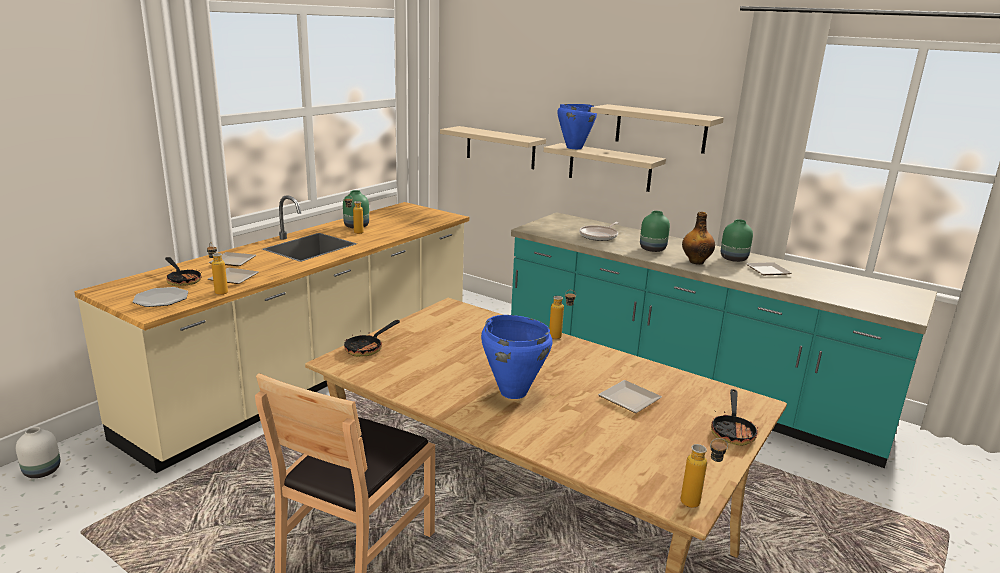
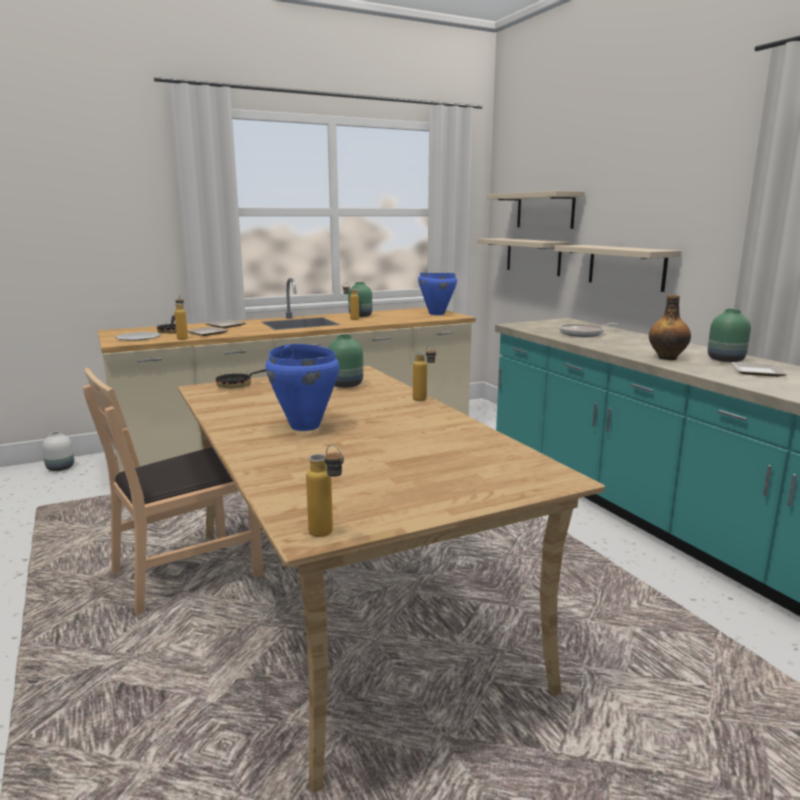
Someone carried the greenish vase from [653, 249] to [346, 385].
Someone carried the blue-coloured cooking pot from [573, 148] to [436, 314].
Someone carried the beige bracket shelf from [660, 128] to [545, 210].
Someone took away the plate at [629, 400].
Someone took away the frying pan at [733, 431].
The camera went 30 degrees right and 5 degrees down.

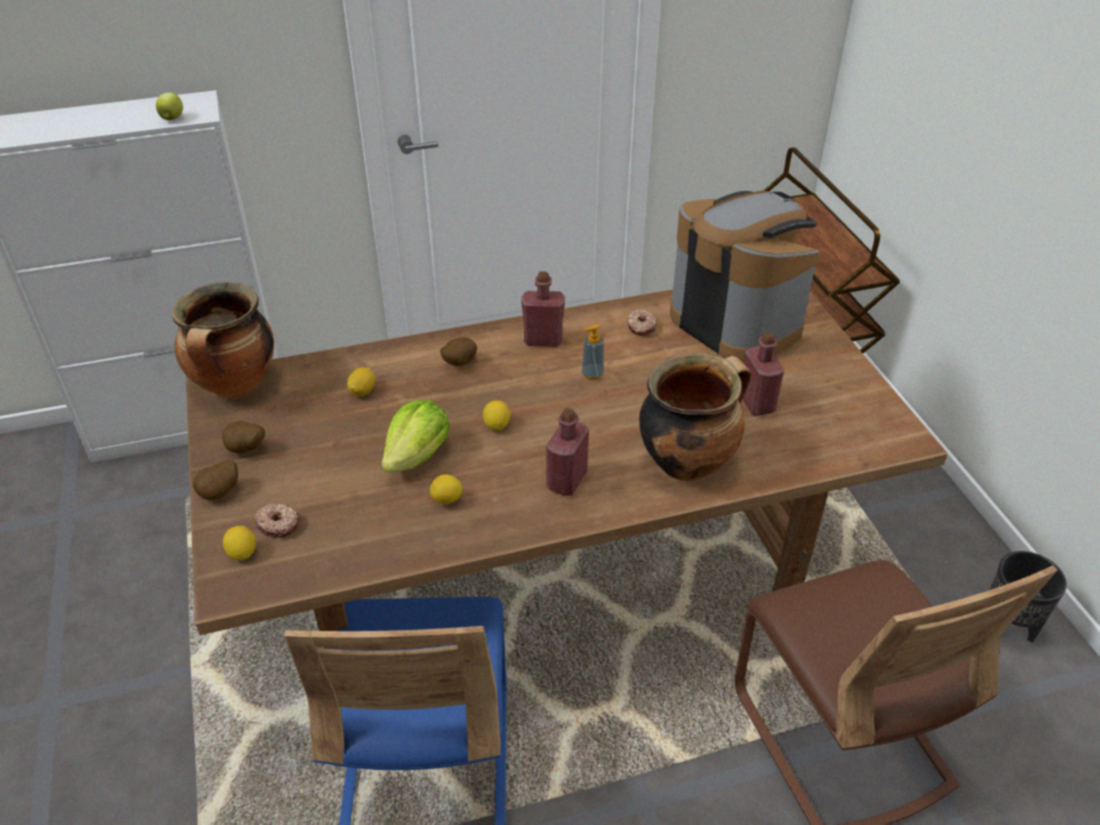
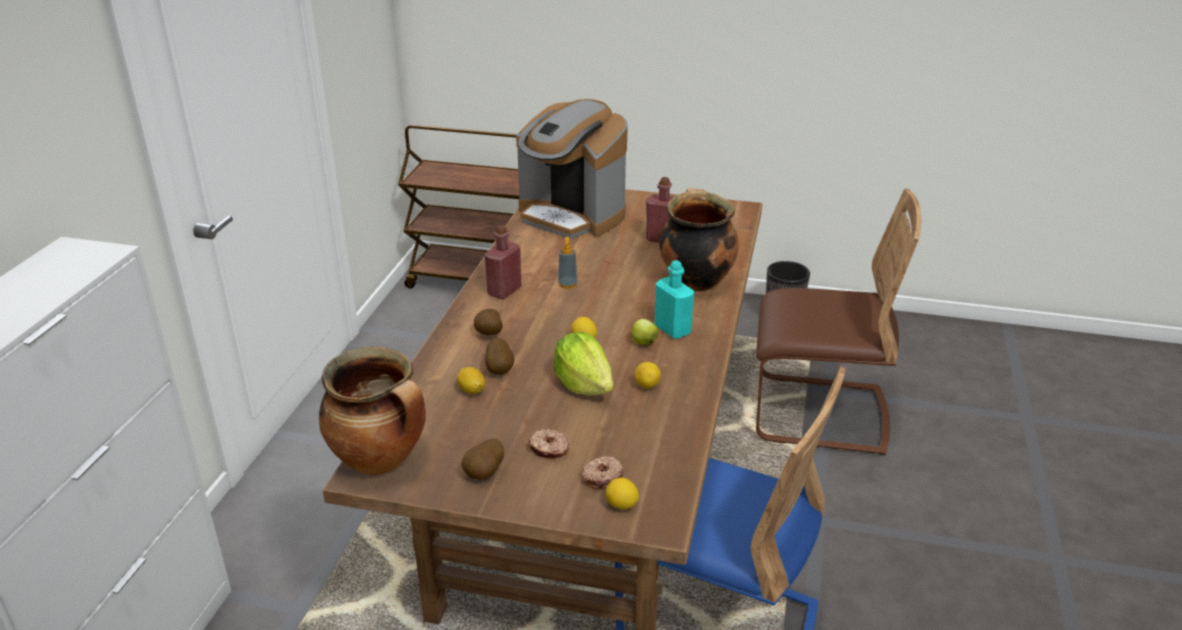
Someone carried the potato from [221, 494] to [500, 370].
Someone rotated the coffee brewer at [735, 321] by 135 degrees counterclockwise.
Someone carried the donut from [641, 327] to [549, 449].
Someone carried the apple from [172, 118] to [643, 342].
Someone repainted the red-coloured drink bottle at [567, 481], which became the blue-green drink bottle at [672, 330].
The camera went 60 degrees left and 10 degrees down.

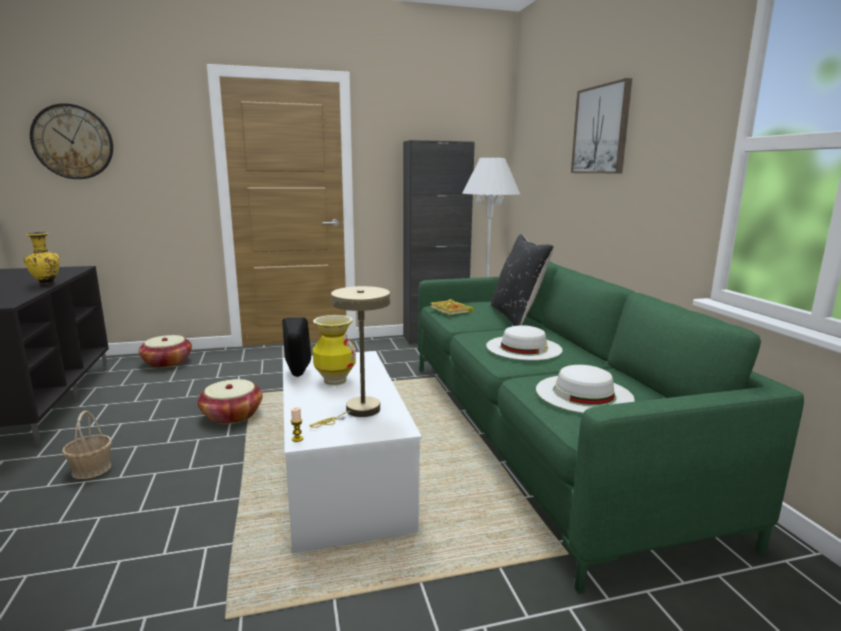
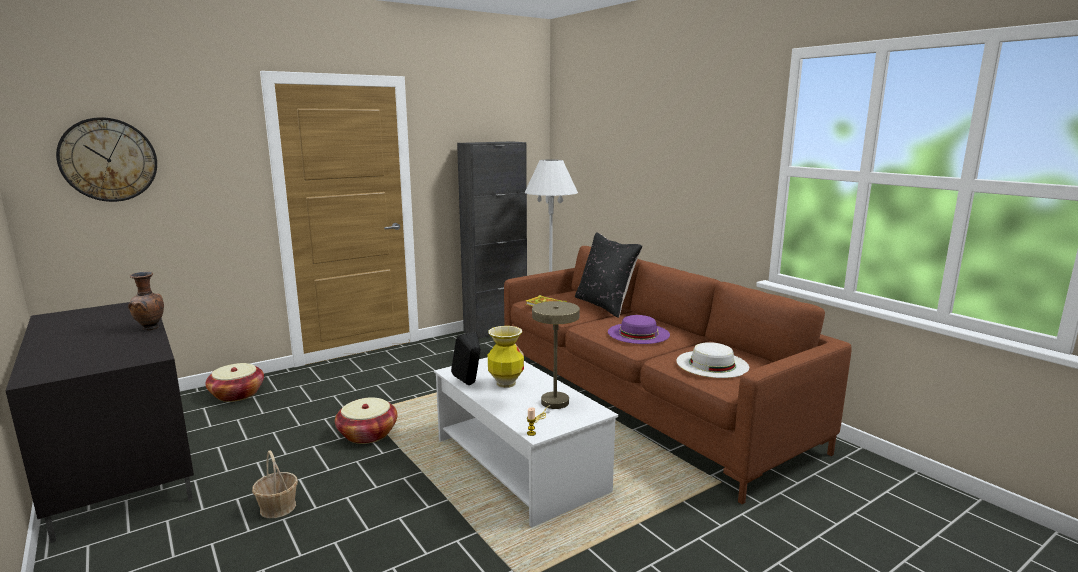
Someone repainted the yellowish vase at [46, 285], which became the brown vase at [151, 328].
Someone repainted the greenish settee at [537, 433], which became the brown settee at [643, 402].
Someone repainted the white wearable hat at [524, 347], which became the purplish wearable hat at [638, 333].
Someone took away the wall picture at [601, 130].
The camera went 20 degrees left and 0 degrees up.

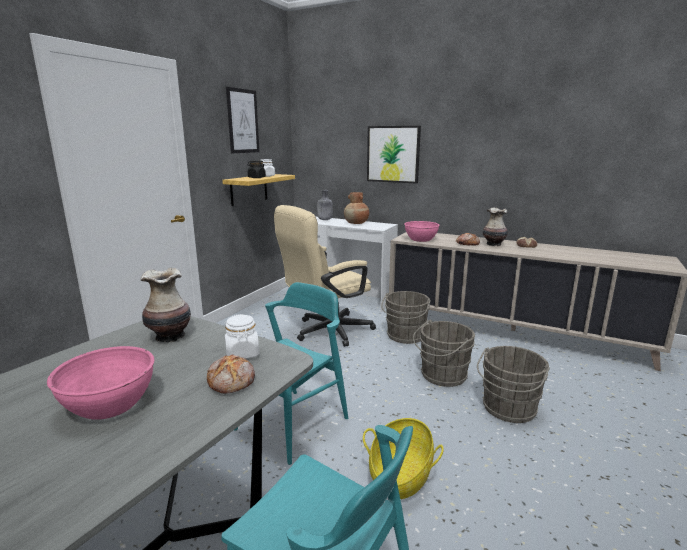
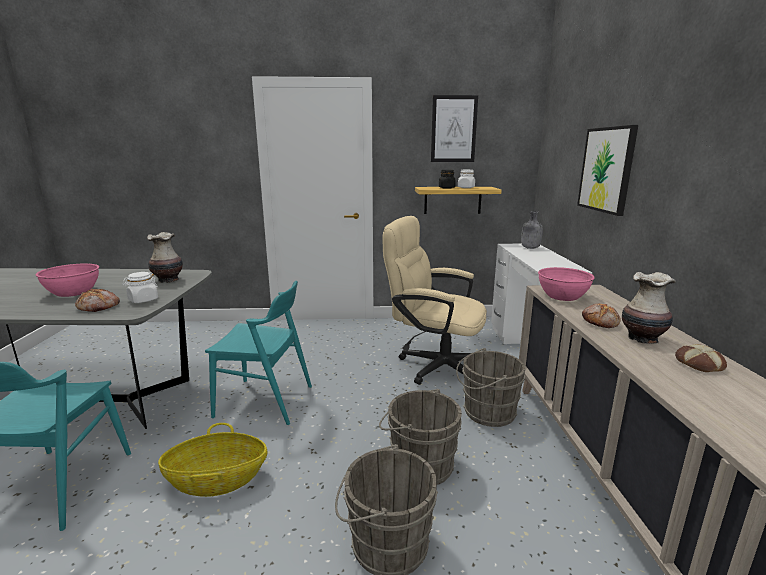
Someone took away the brown vase at [356, 223].
The camera went 60 degrees right and 0 degrees up.

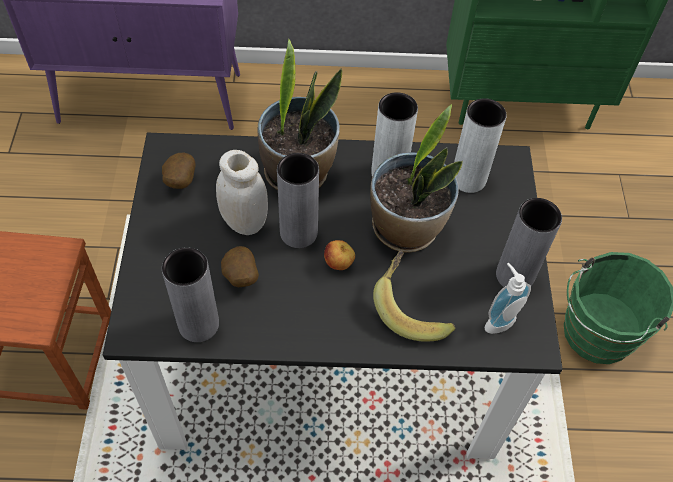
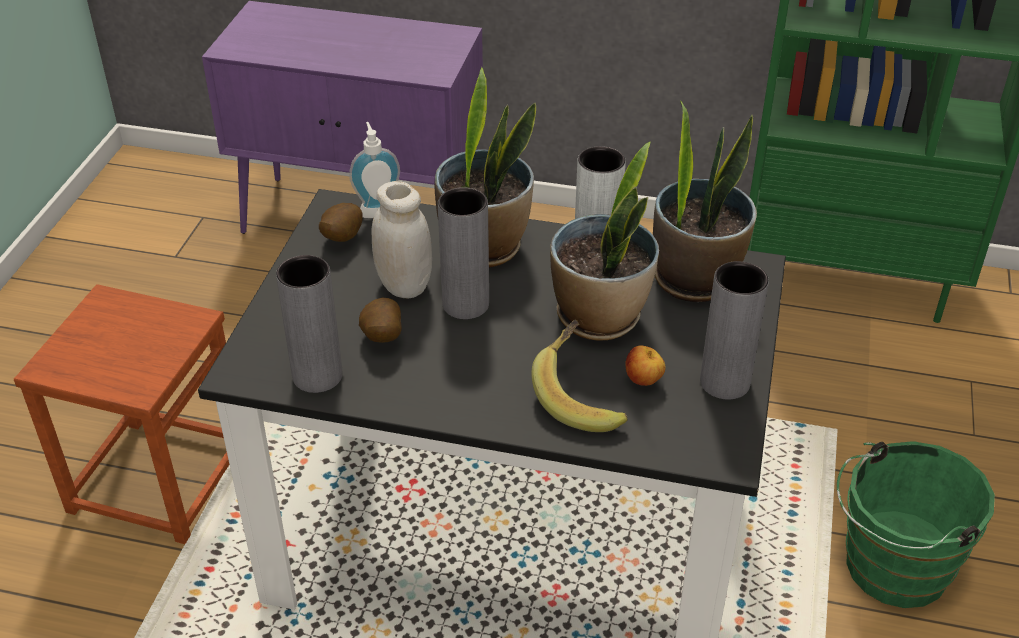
Someone carried the soap dispenser from [497, 320] to [377, 209].
Someone carried the apple from [339, 264] to [643, 381].
Someone swapped the greyish vase at [468, 179] for the houseplant at [695, 278].
The camera went 15 degrees right and 15 degrees down.

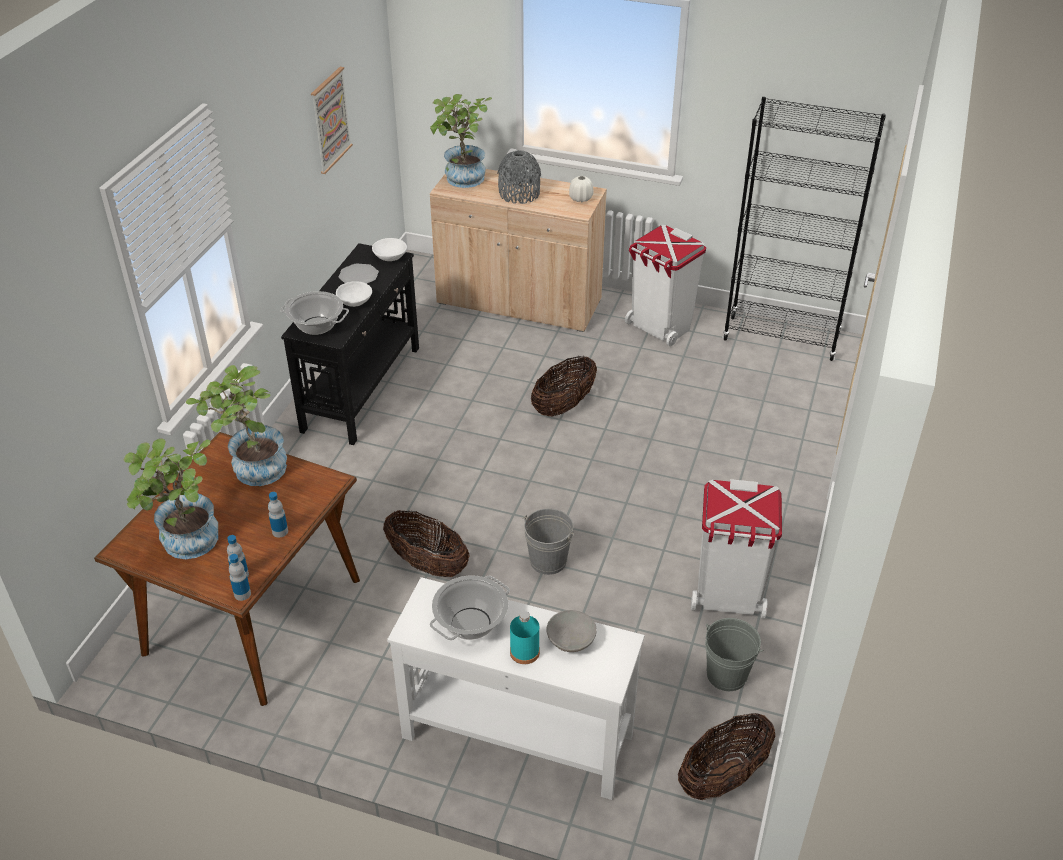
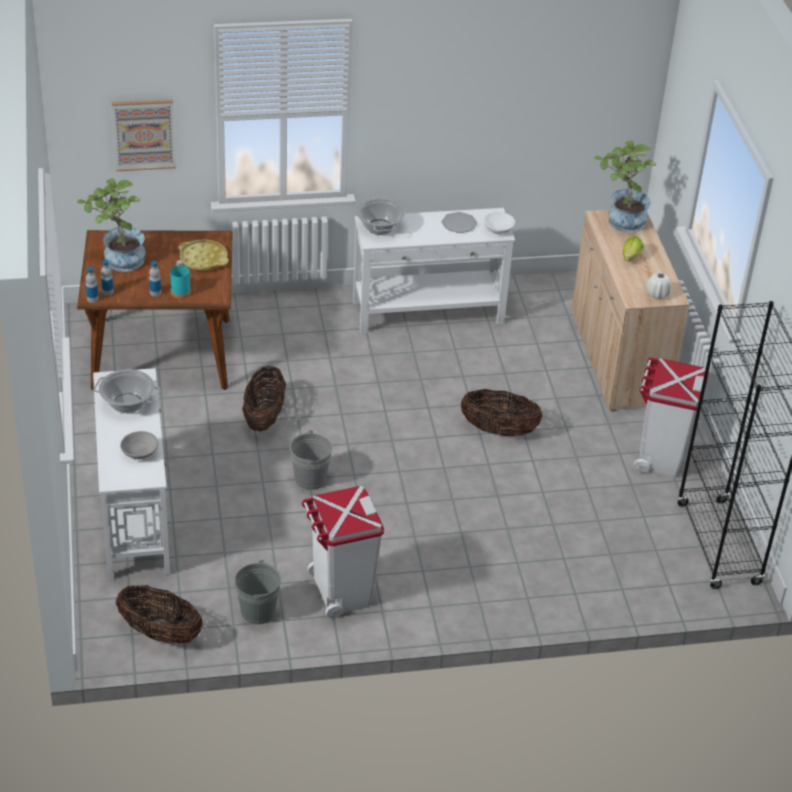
Someone carried the wall picture from [330, 120] to [144, 134].
Someone carried the blue-green drink bottle from [524, 652] to [180, 292].
Someone swapped the houseplant at [252, 470] for the yellowish tray at [203, 259].
Someone repainted the blackish narrow table at [363, 388], which became the white narrow table at [429, 313].
Someone swapped the greyish vase at [519, 194] for the lettuce head at [630, 258].
Someone took away the white serving bowl at [355, 302].
The camera went 60 degrees right and 0 degrees up.

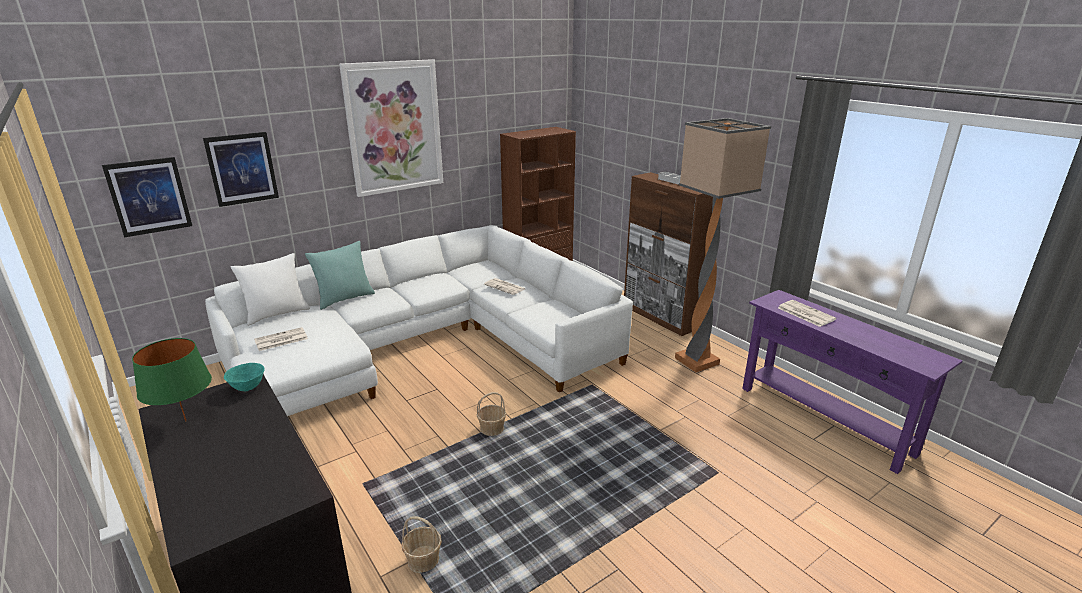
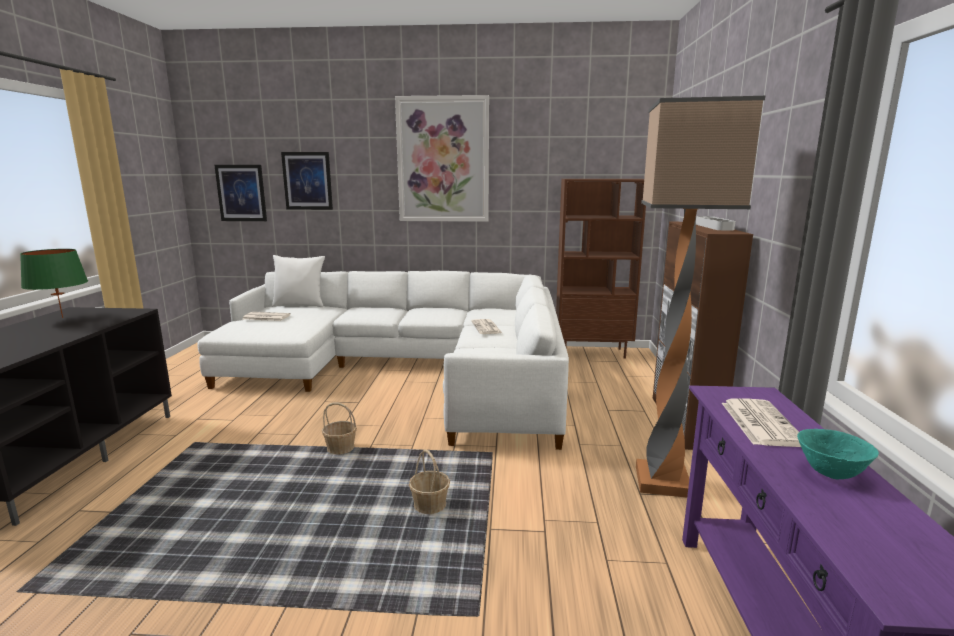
Someone carried the storage basket from [423, 560] to [430, 505].
Someone carried the blue-green serving bowl from [247, 387] to [830, 473].
Someone took away the blue-green cushion at [344, 299].
The camera went 40 degrees right and 10 degrees down.

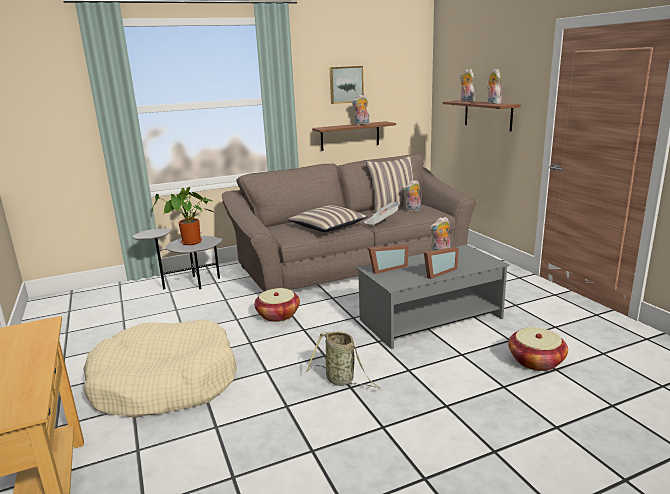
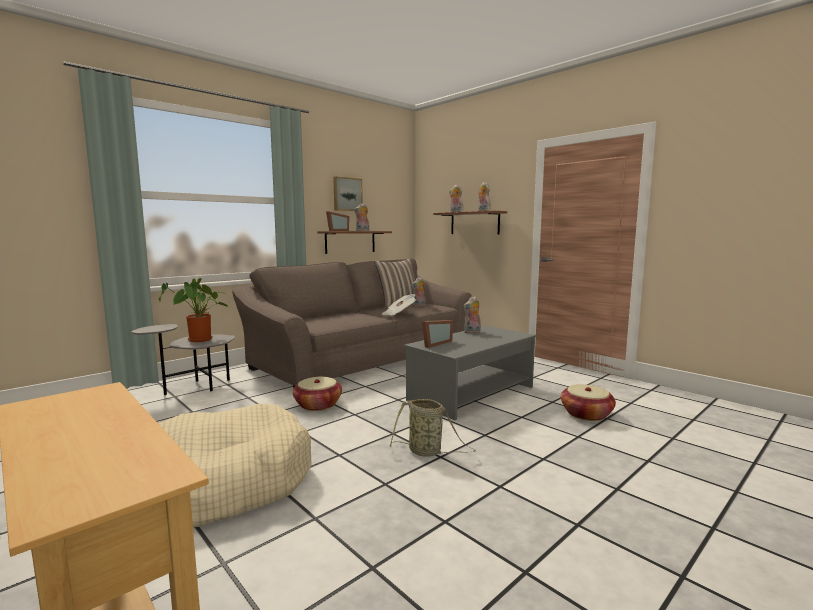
Someone carried the photo frame from [437, 272] to [336, 231].
Someone took away the cushion at [328, 226].
The camera went 20 degrees left and 10 degrees down.

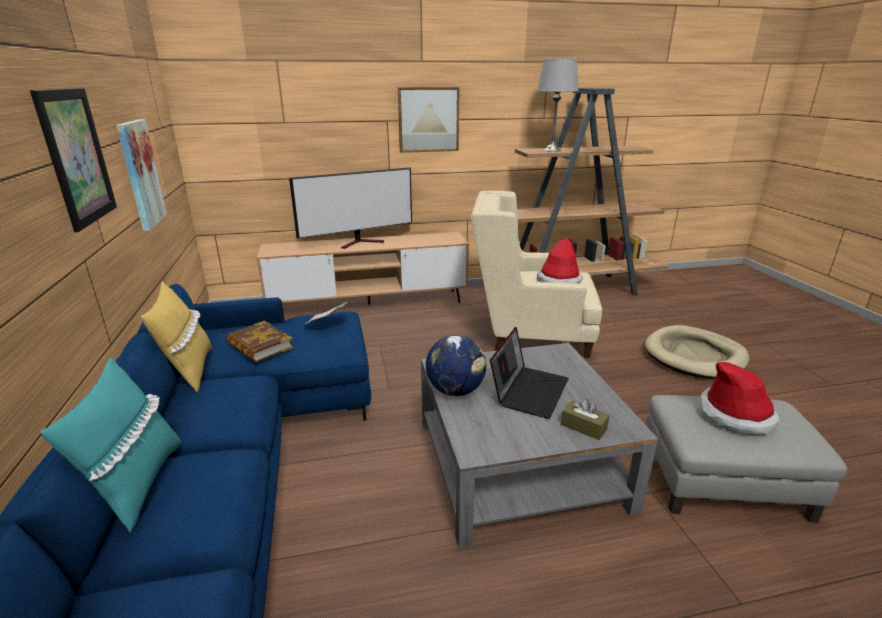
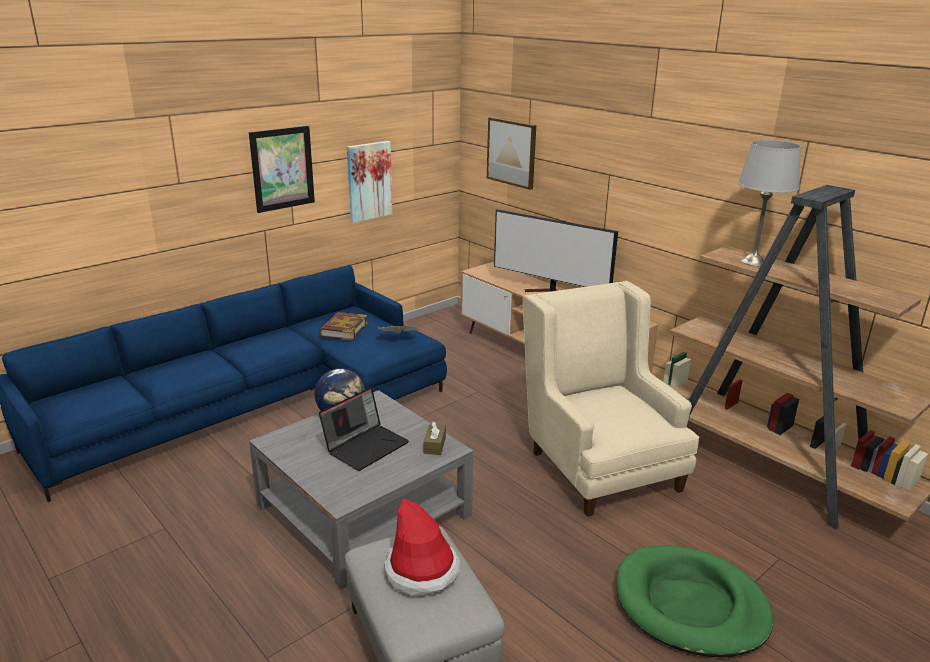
Someone rotated the notebook computer at [528, 390] by 45 degrees counterclockwise.
Someone carried the brown tissue holder from [583, 427] to [434, 445].
Someone carried the wall picture from [428, 119] to [512, 152].
Someone repainted the beige dog bed at [694, 356], which became the greenish dog bed at [690, 605].
Someone took away the blue-green cushion at [137, 485].
Someone took away the yellowish cushion at [189, 371].
Someone took away the wearable hat at [559, 281].
The camera went 60 degrees right and 0 degrees up.

